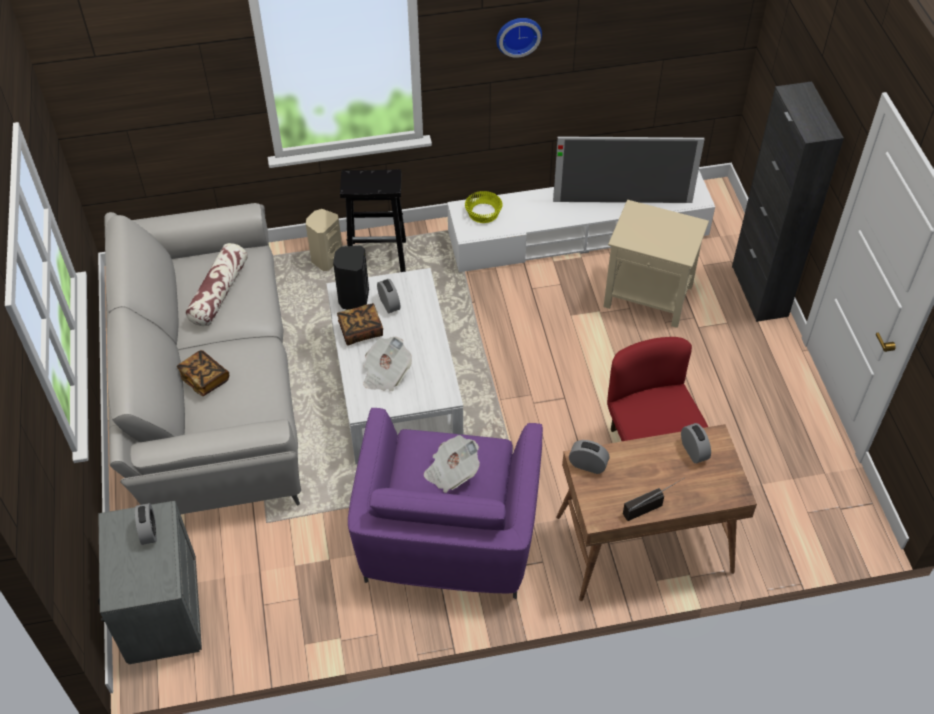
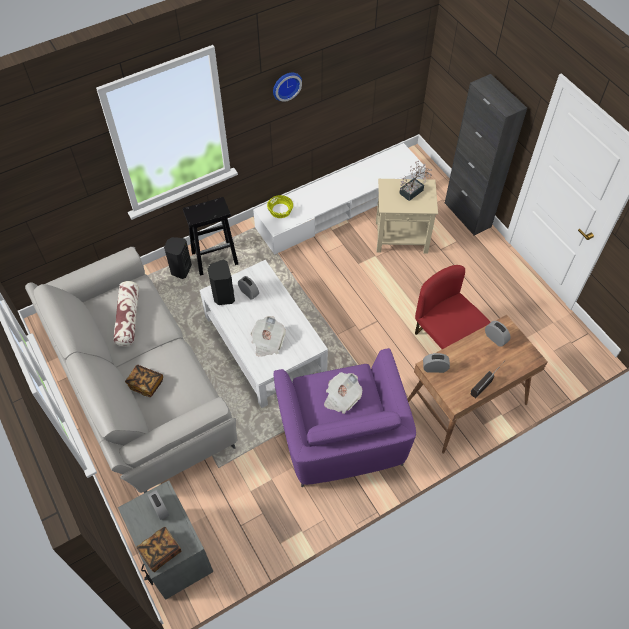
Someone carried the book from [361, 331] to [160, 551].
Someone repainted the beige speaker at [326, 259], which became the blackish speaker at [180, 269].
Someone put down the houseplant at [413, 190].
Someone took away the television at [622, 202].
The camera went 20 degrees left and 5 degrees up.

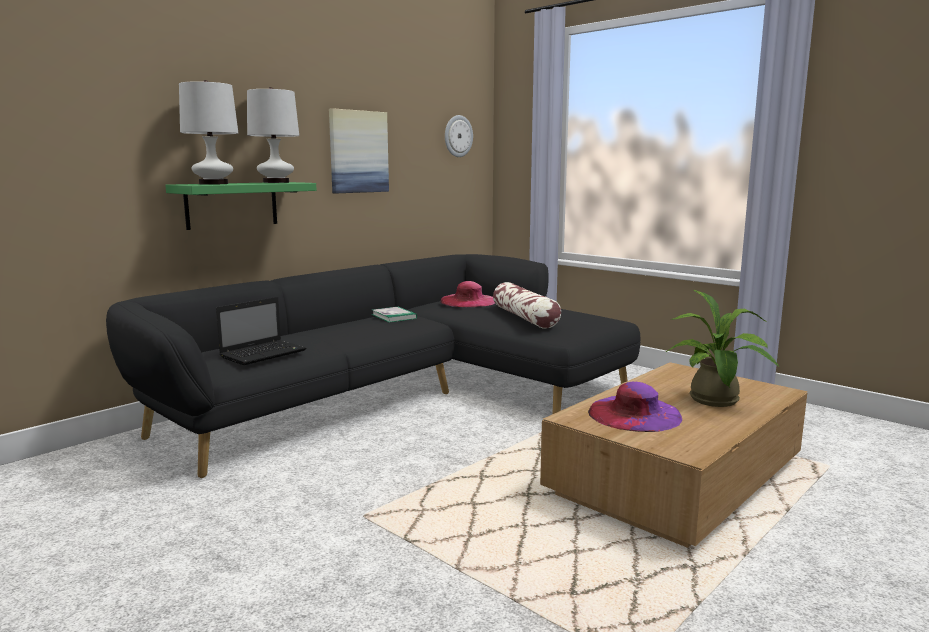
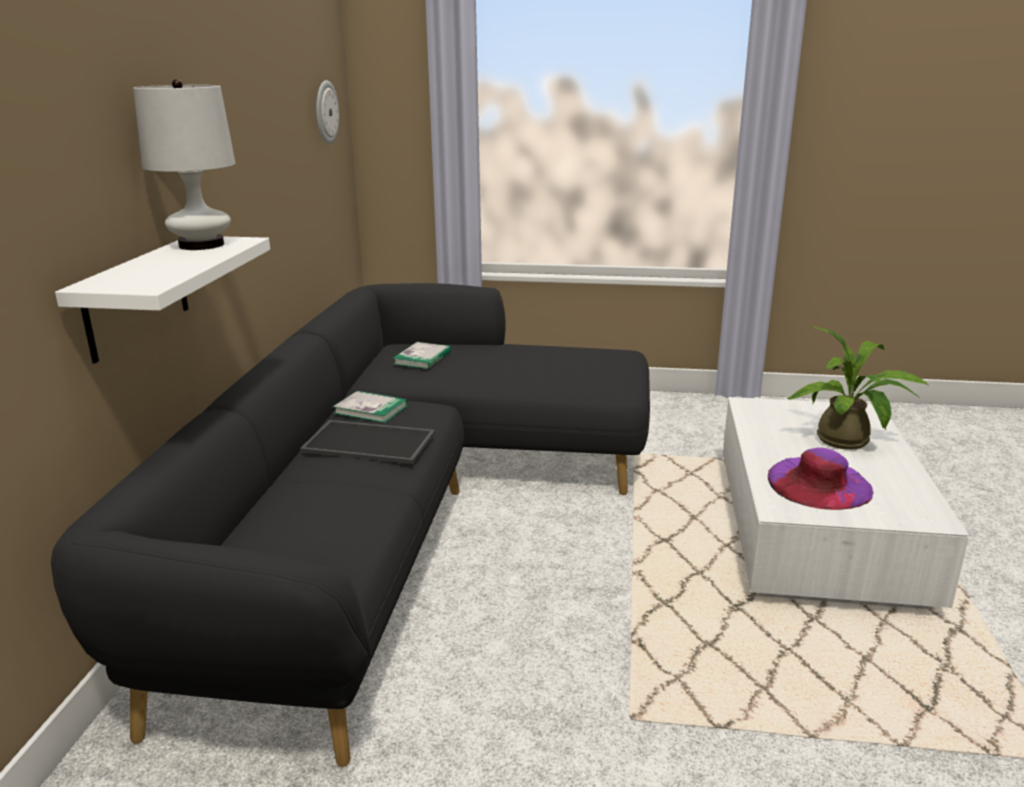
Someone repainted the greenish bracket shelf at [232, 205], which became the white bracket shelf at [137, 297].
Someone put down the tray at [371, 442].
Someone swapped the pink-coloured wearable hat at [468, 301] for the book at [422, 358].
Someone repainted the brown lounge table at [677, 478], which became the white lounge table at [816, 530].
Someone took away the white tabletop lamp at [213, 184].
Someone took away the notebook computer at [264, 353].
Someone took away the wall picture at [358, 152].
Someone took away the cushion at [525, 317].
The camera went 35 degrees left and 10 degrees up.

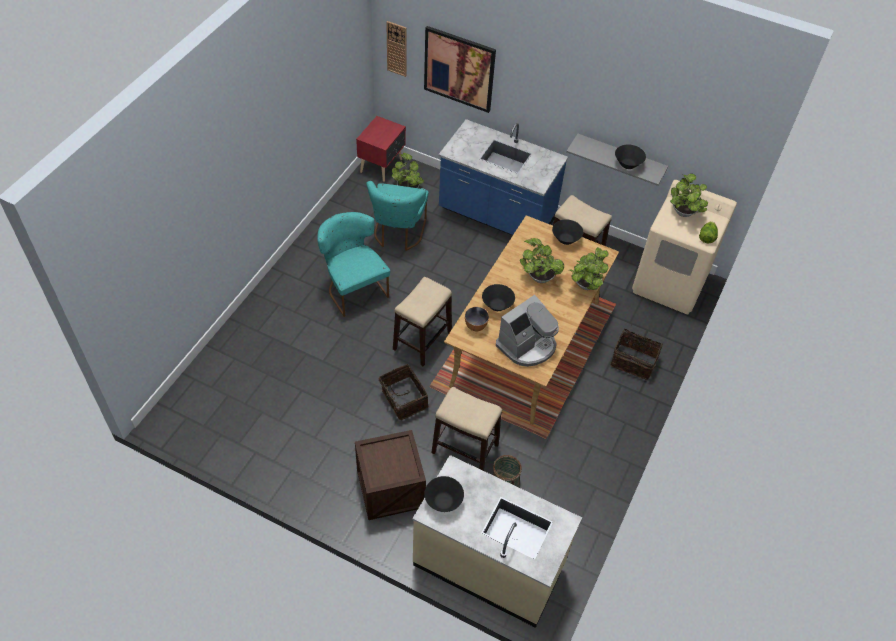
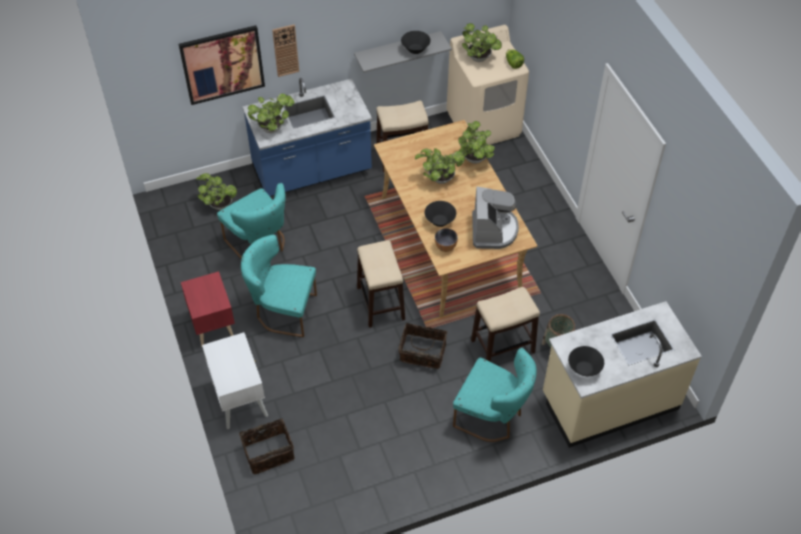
Someone carried the red-coloured night table from [382, 166] to [213, 324].
Someone put down the white night table at [239, 399].
Someone carried the storage basket from [633, 361] to [268, 452].
Someone put down the houseplant at [273, 127].
Someone carried the clock on the wall from [397, 49] to [285, 50].
Someone swapped the packing crate at [390, 488] for the blue-green upright chair at [492, 417].
Someone took away the blackish serving bowl at [565, 239].
The camera went 45 degrees left and 0 degrees up.

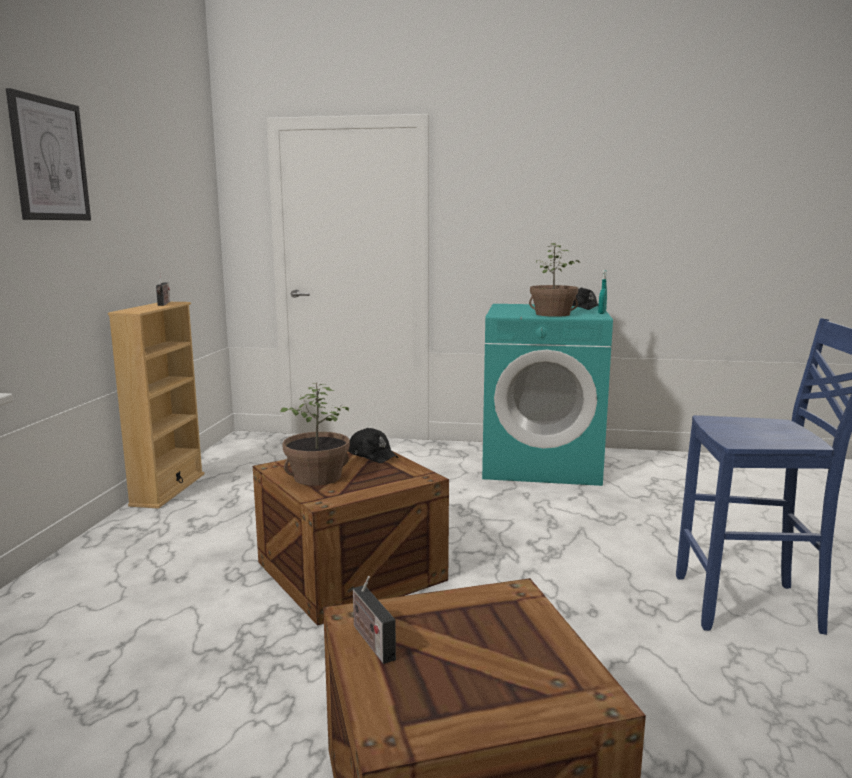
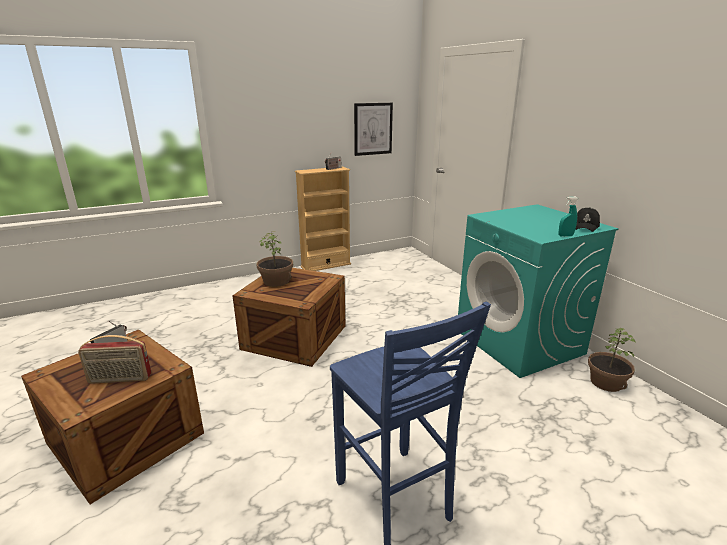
Someone put down the radio at [119, 379].
Someone carried the wall picture from [49, 160] to [373, 129].
Someone carried the houseplant from [552, 314] to [605, 382].
Someone took away the blackish baseball cap at [373, 454].
The camera went 55 degrees right and 10 degrees up.

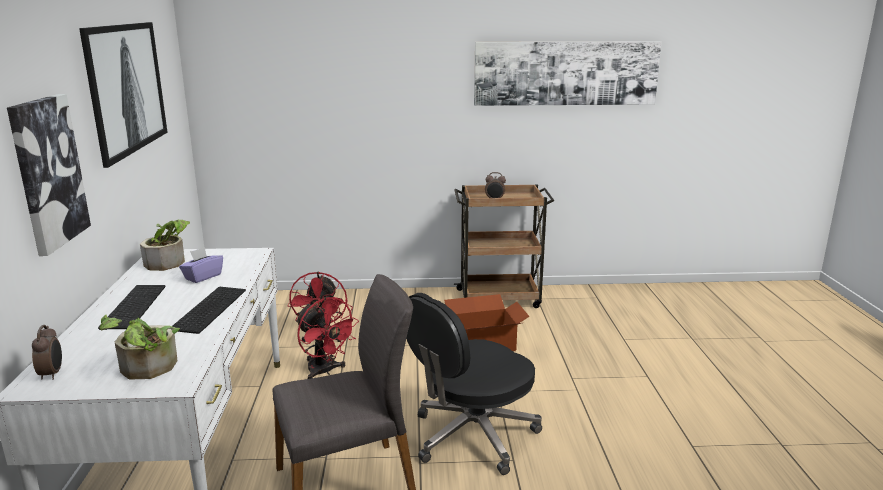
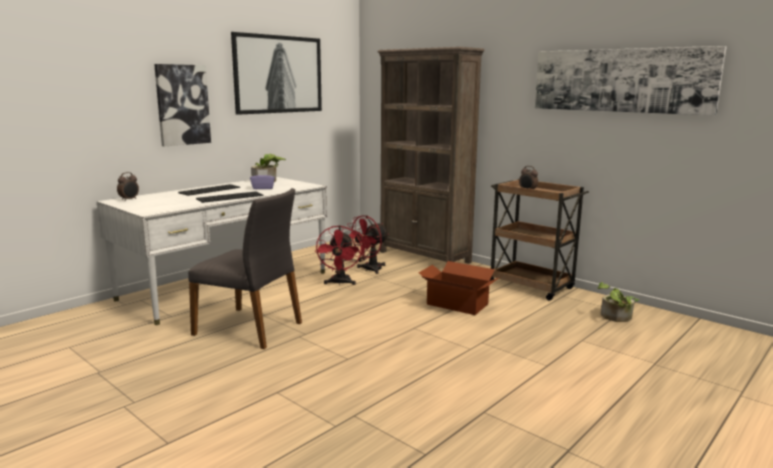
Someone put down the brown shelving unit at [424, 257].
Someone carried the houseplant from [147, 370] to [614, 318].
Someone took away the blackish desk chair at [472, 436].
The camera went 45 degrees right and 5 degrees down.

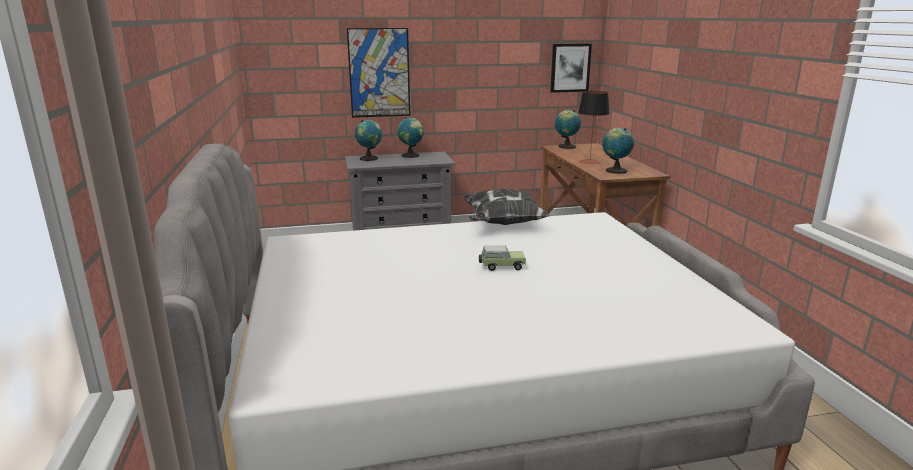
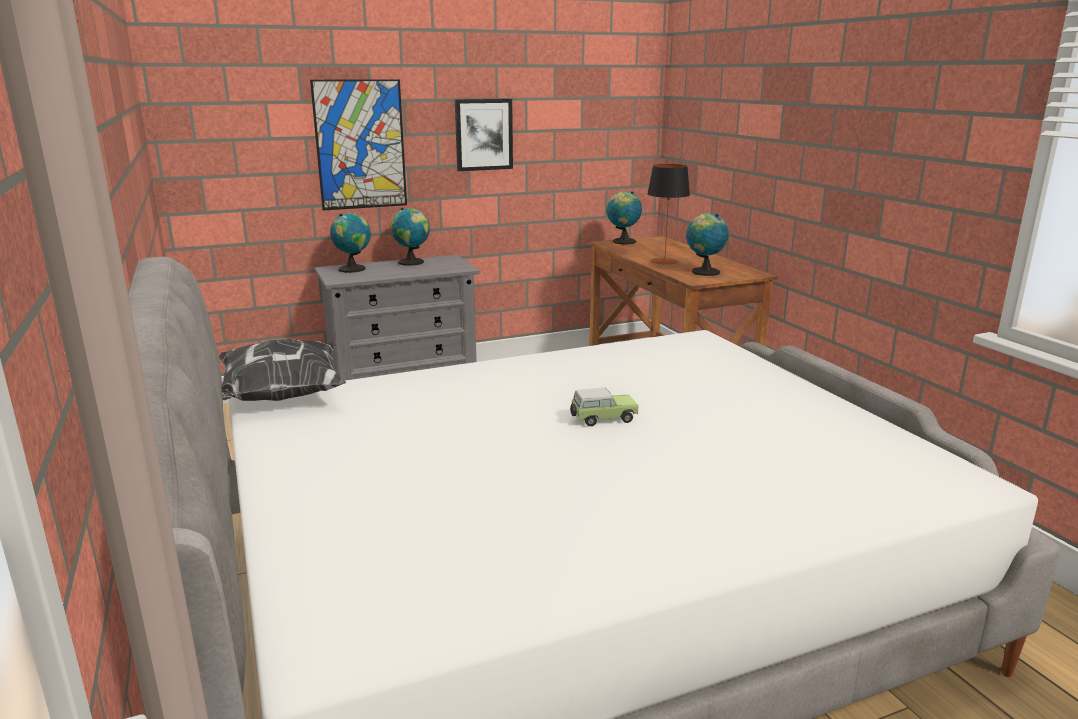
Someone carried the cushion from [502, 224] to [279, 398].
Someone carried the wall picture from [570, 68] to [483, 134].
The camera went 10 degrees left and 0 degrees up.

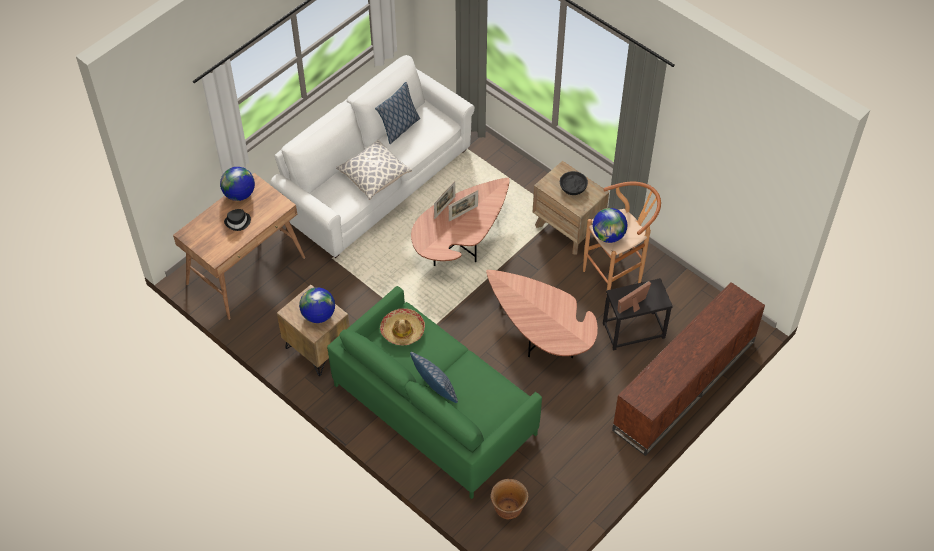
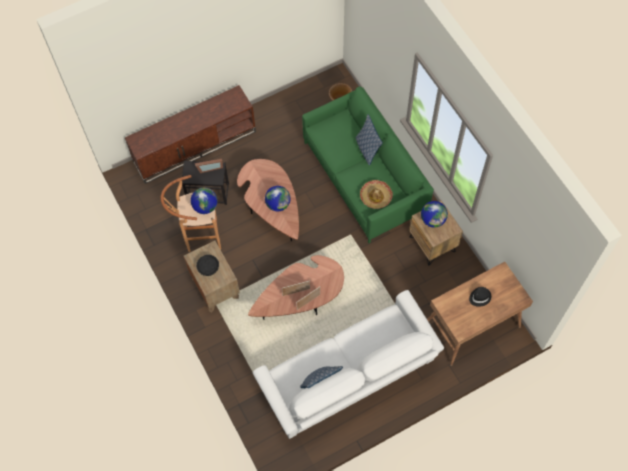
Someone carried the globe from [239, 194] to [278, 204].
Someone took away the cushion at [374, 177].
The camera went 160 degrees left and 10 degrees up.

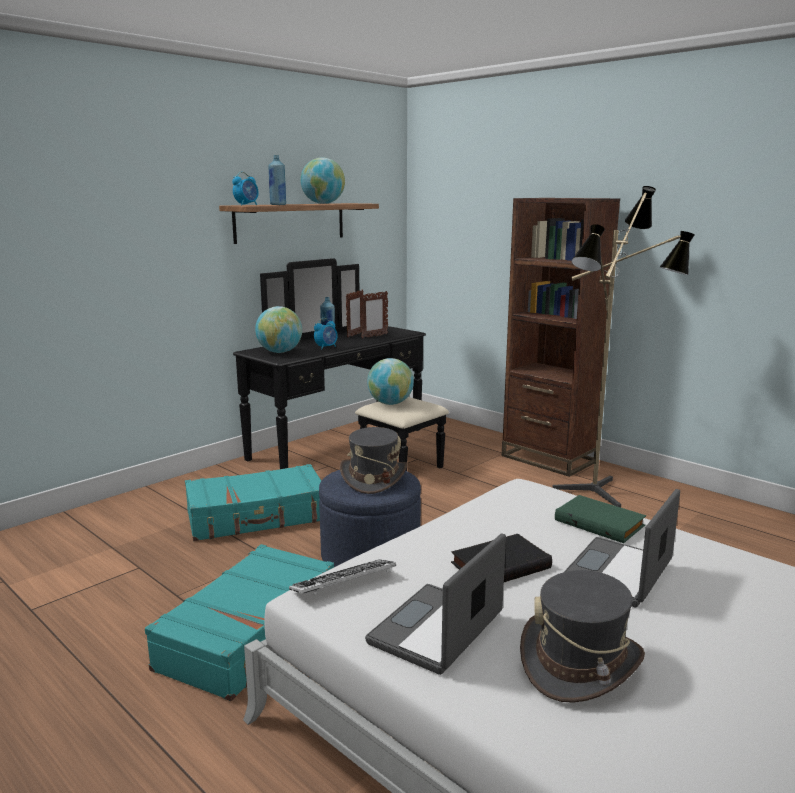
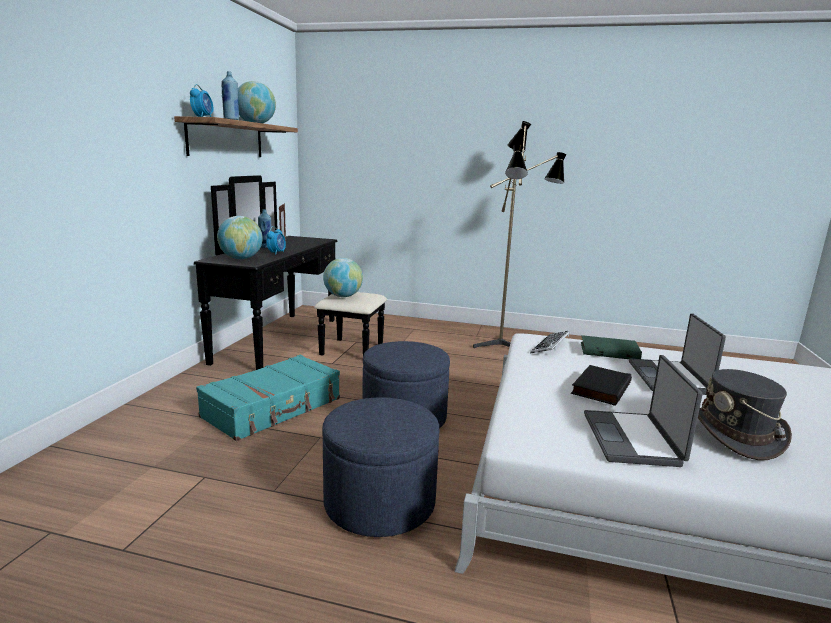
Someone swapped the blue-green suitcase at [251, 634] for the blue-coloured pouffe at [379, 502].
Someone carried the PC keyboard from [343, 584] to [550, 346].
Someone took away the greyish wearable hat at [373, 478].
Someone took away the photo frame at [374, 336].
Someone took away the brown shelving unit at [549, 458].
The camera went 30 degrees left and 0 degrees up.

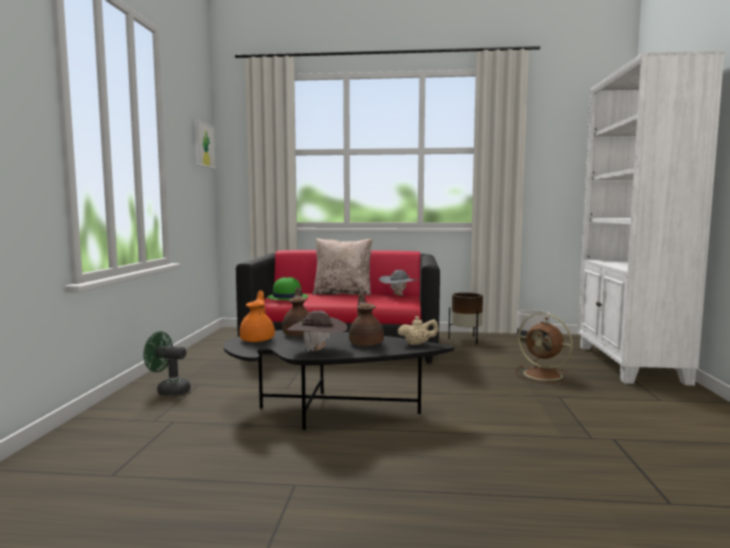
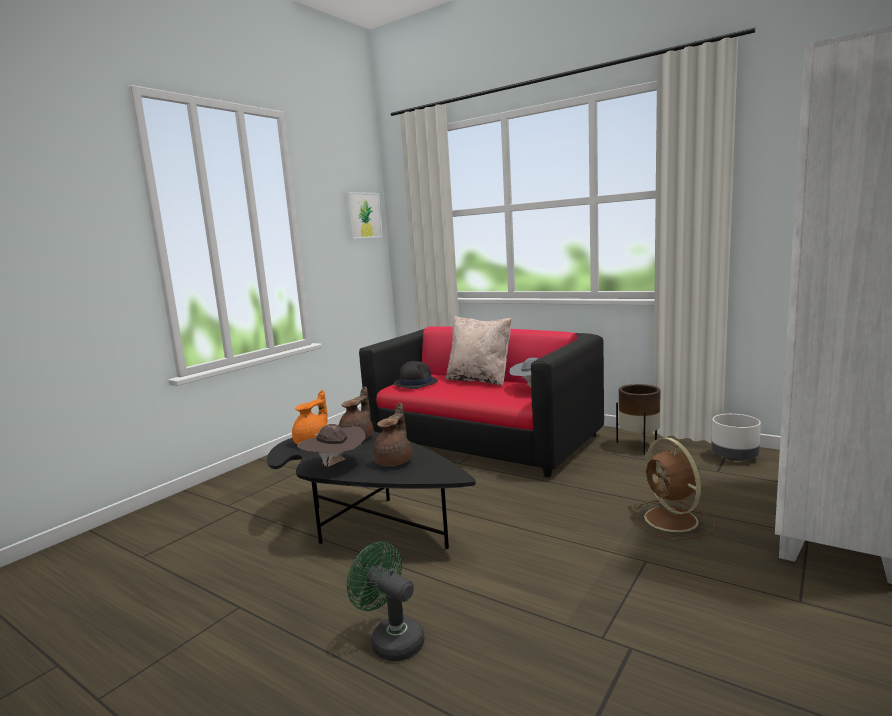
Someone carried the greenish cooling fan from [168, 390] to [391, 640].
Someone repainted the greenish wearable hat at [287, 297], which became the blackish wearable hat at [415, 383].
Someone took away the beige pot for tea at [417, 344].
The camera went 30 degrees right and 5 degrees up.

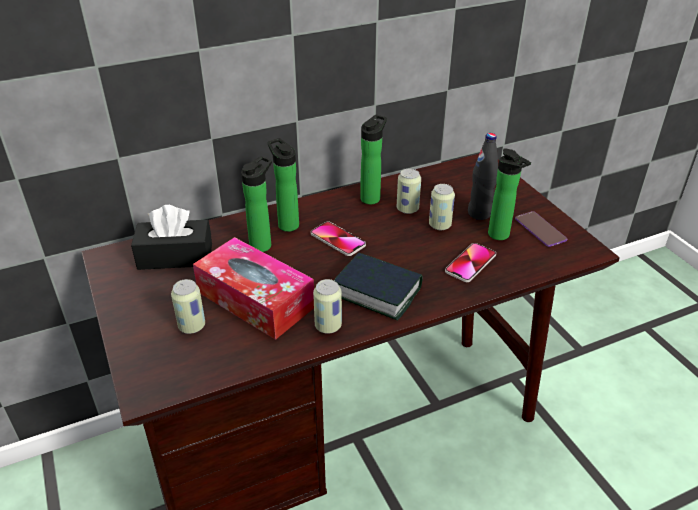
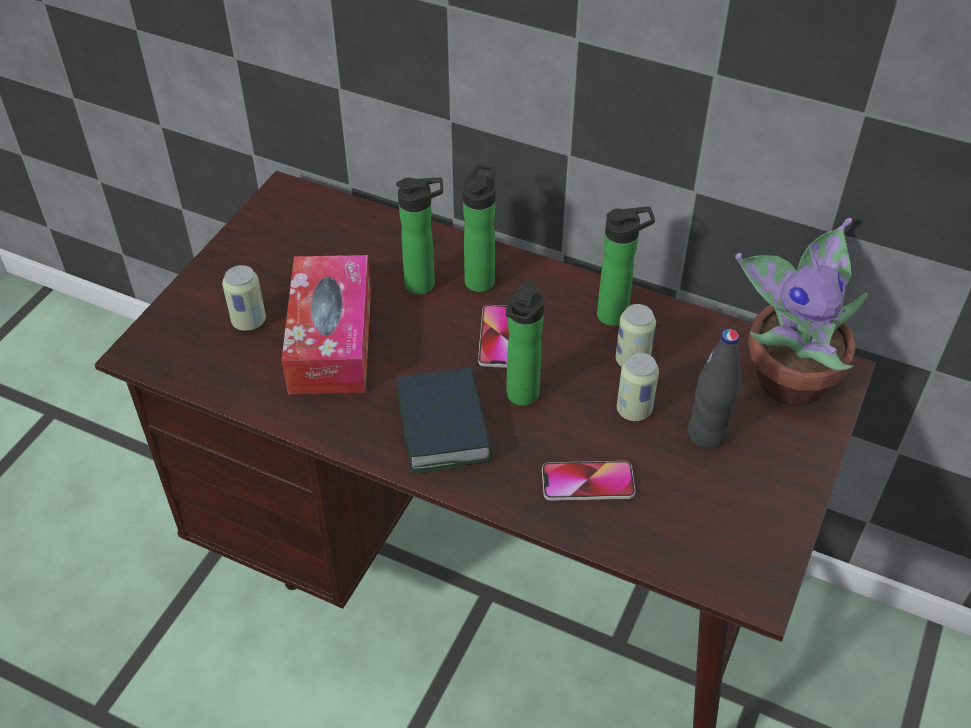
Someone carried the drink bottle from [501, 236] to [521, 397].
Someone put down the houseplant at [788, 376].
Someone took away the blackish tissue holder at [175, 256].
Someone took away the can at [328, 326].
Someone took away the telephone at [540, 229].
The camera went 50 degrees right and 10 degrees up.

